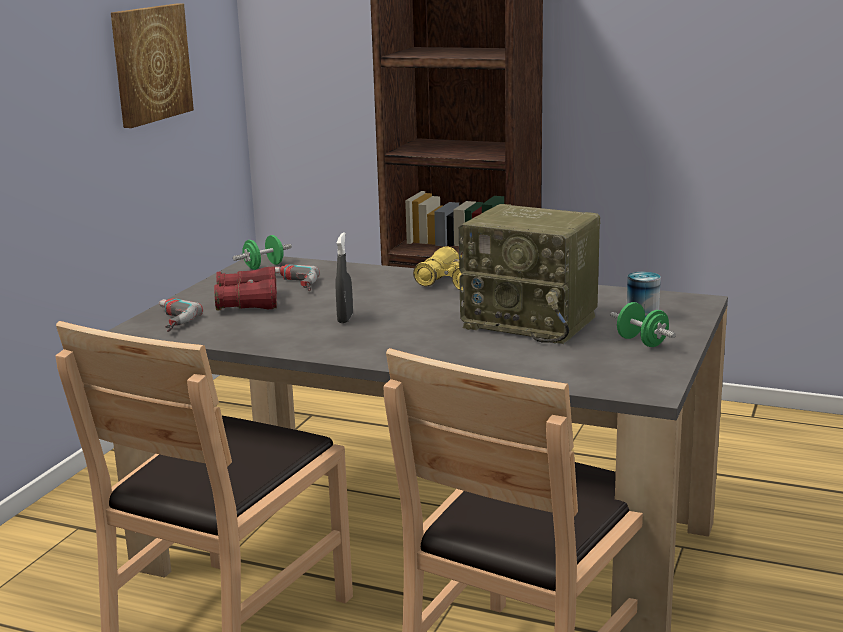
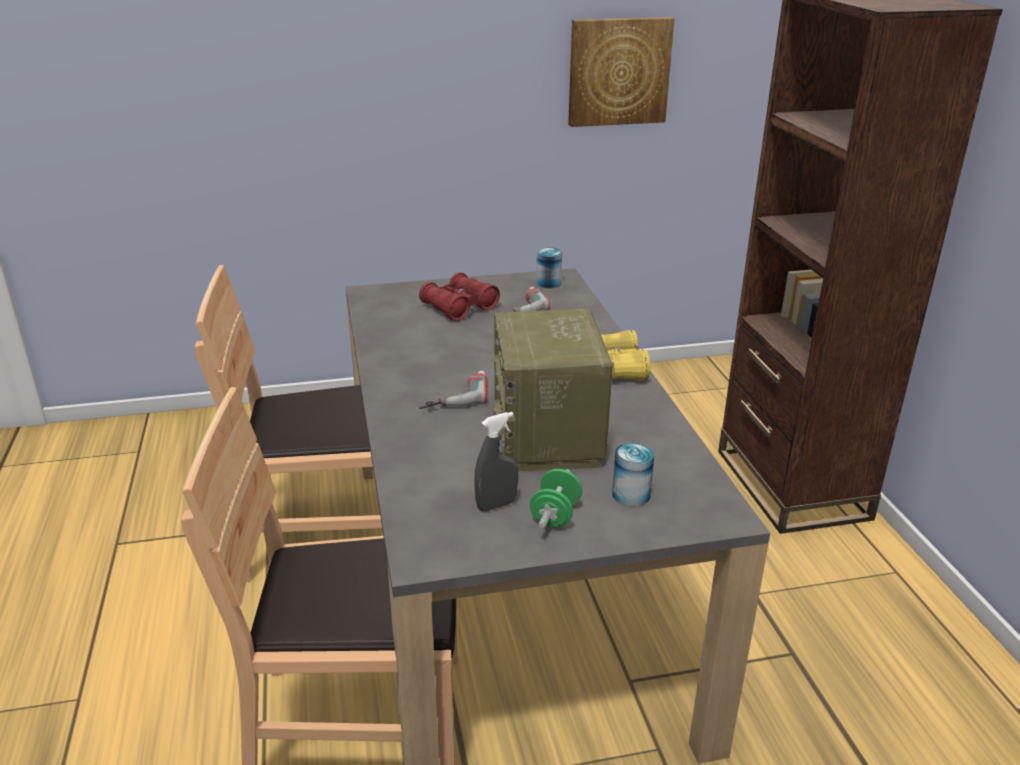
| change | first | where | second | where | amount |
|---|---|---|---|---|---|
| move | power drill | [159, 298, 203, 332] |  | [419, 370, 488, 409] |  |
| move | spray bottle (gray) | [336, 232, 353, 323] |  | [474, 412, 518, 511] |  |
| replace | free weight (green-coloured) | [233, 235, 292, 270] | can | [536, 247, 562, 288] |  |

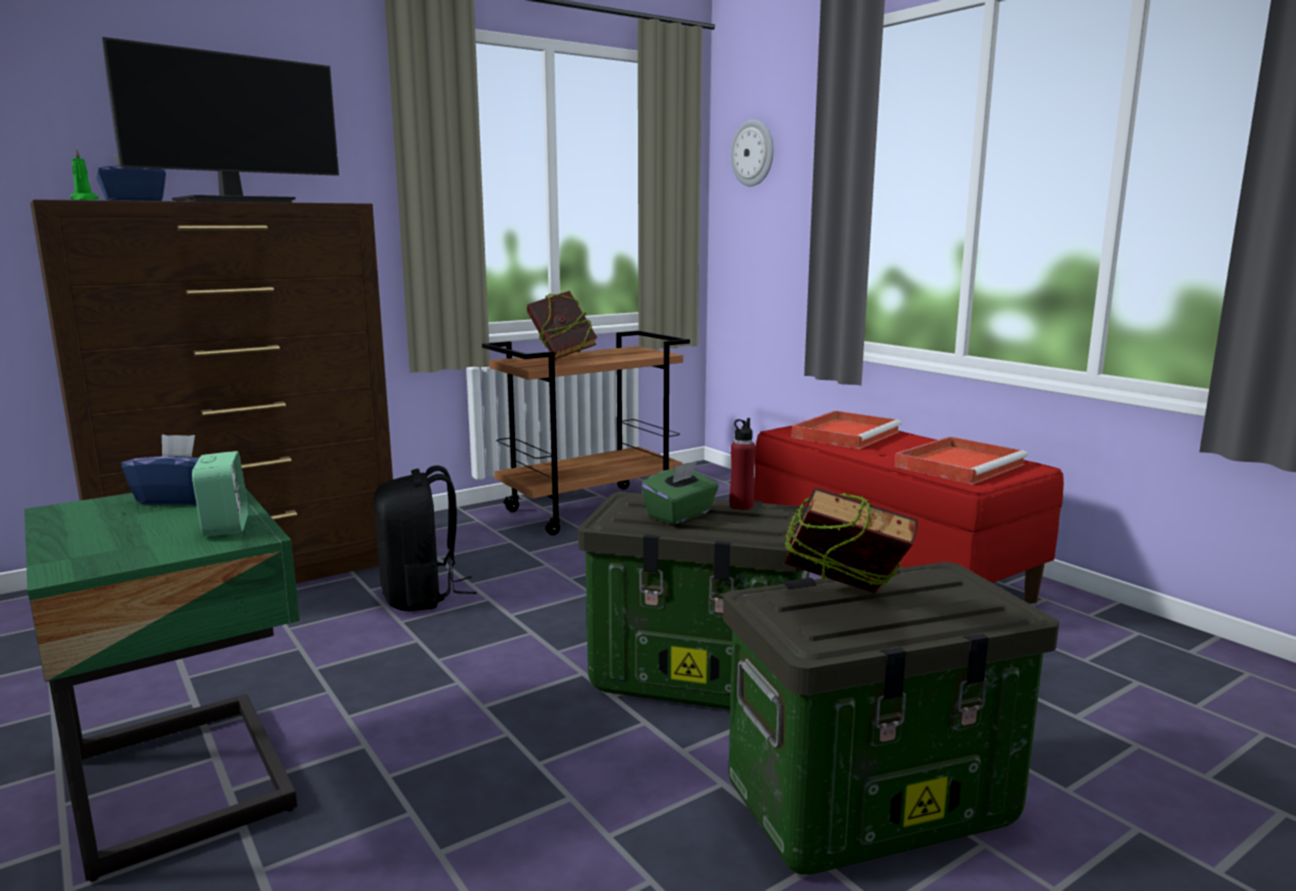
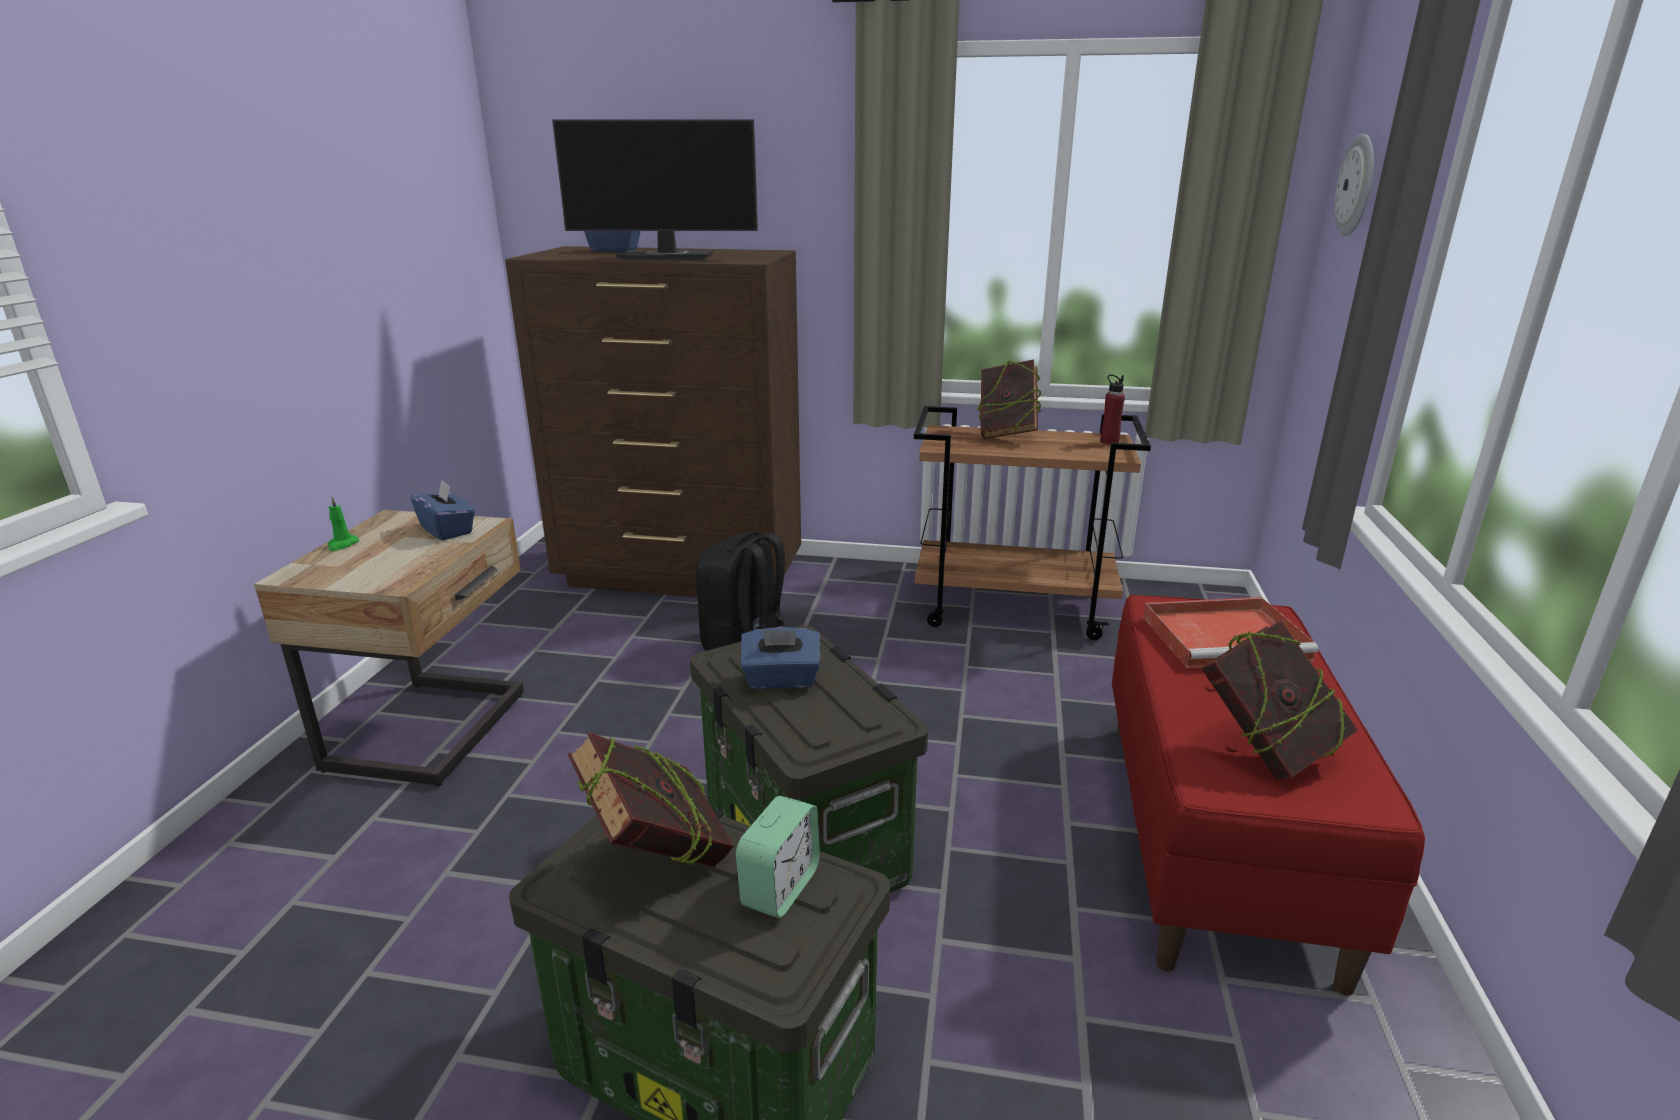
| change | first | where | second | where | amount |
|---|---|---|---|---|---|
| recolor | nightstand (green-coloured) | [24, 488, 300, 882] | nightstand (beige) | [254, 510, 524, 787] |  |
| move | wax candle (green-coloured) | [70, 148, 99, 200] |  | [328, 497, 359, 551] |  |
| move | alarm clock | [192, 451, 248, 536] |  | [736, 796, 820, 918] |  |
| recolor | tissue holder (green-coloured) | [641, 461, 719, 524] | tissue holder (blue) | [741, 627, 820, 689] |  |
| move | drink bottle (red-coloured) | [729, 418, 756, 510] |  | [1100, 374, 1125, 445] |  |
| replace | carrying tray (red-coloured) | [895, 437, 1028, 485] | bound book | [1201, 620, 1358, 780] |  |

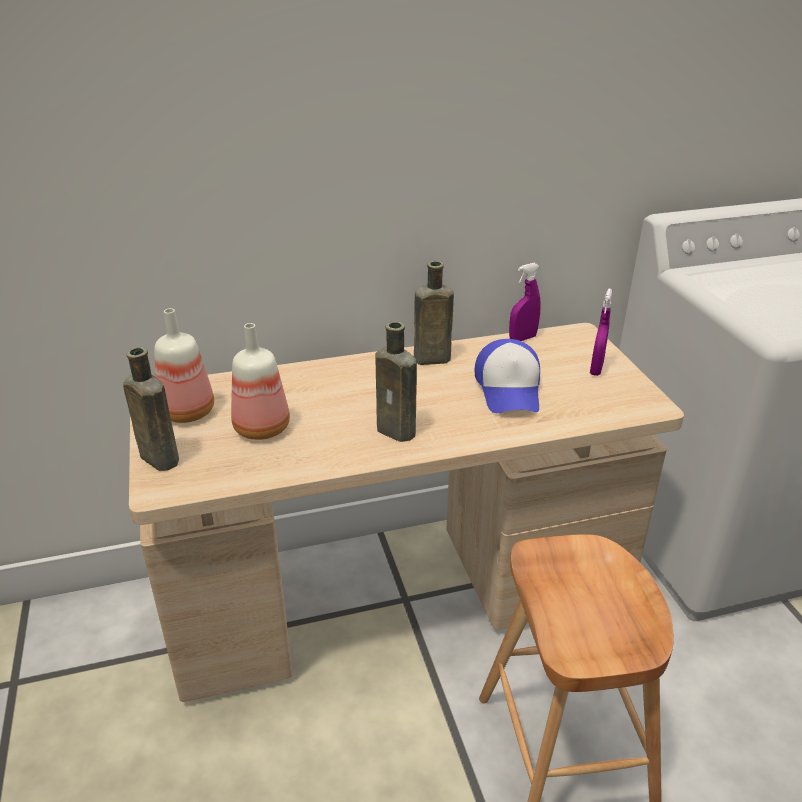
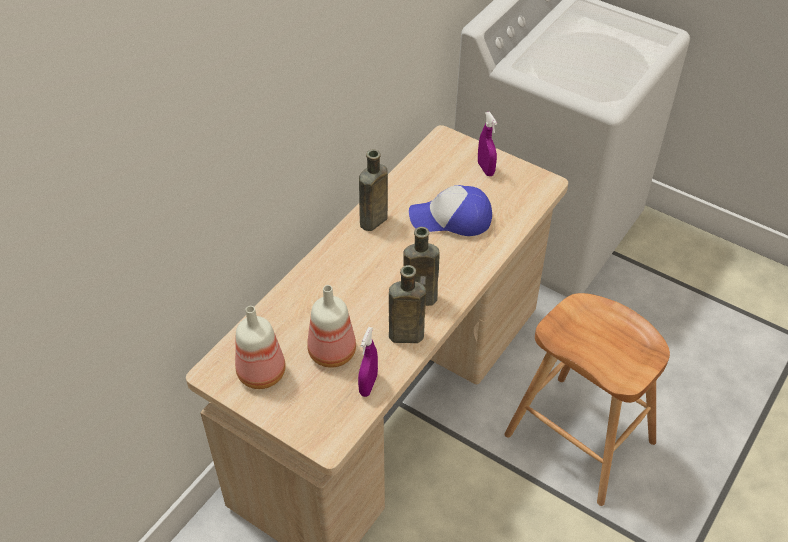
| change | first | where | second | where | amount |
|---|---|---|---|---|---|
| move | spray bottle (purple) | [509, 263, 541, 341] |  | [358, 327, 378, 397] |  |
| move | drink bottle (brownish) | [123, 347, 179, 471] |  | [389, 265, 426, 343] |  |
| rotate | peaked cap | [475, 339, 540, 413] |  | [409, 185, 492, 236] | 135 degrees clockwise |

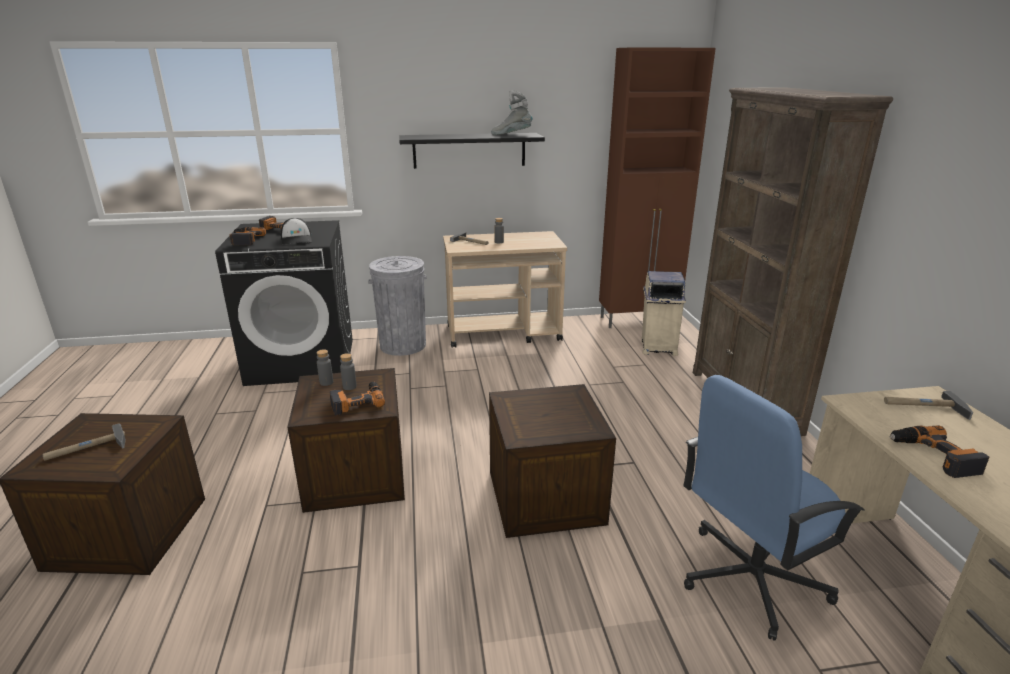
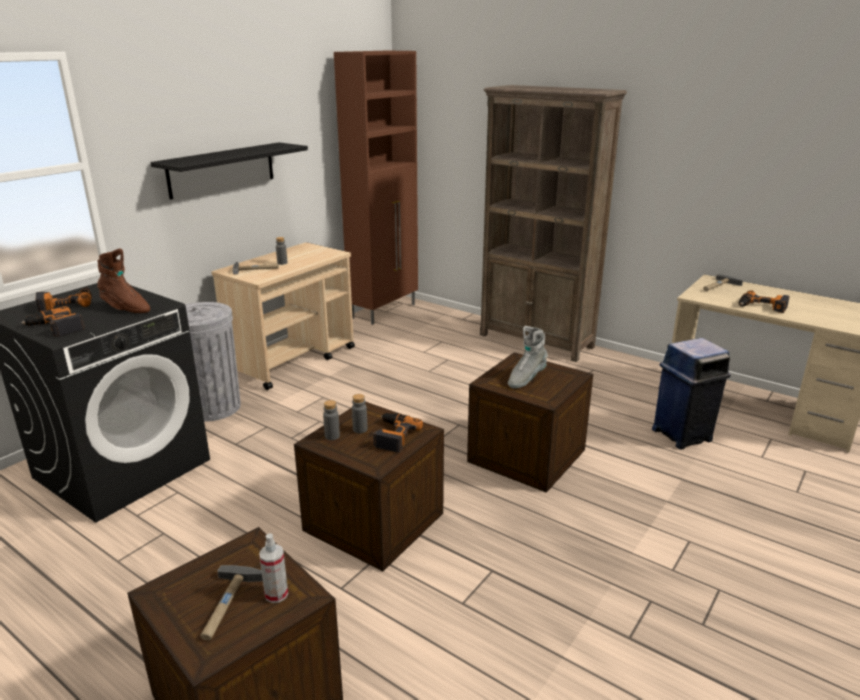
| change | first | where | second | where | amount |
|---|---|---|---|---|---|
| replace | peaked cap | [281, 218, 312, 245] | tall boot (brownish) | [97, 249, 150, 313] |  |
| insert |  |  | spray bottle | [259, 533, 288, 603] |  |
| move | tall boot (gray) | [491, 90, 532, 135] |  | [508, 326, 548, 389] |  |
| replace | desk chair (blue) | [683, 375, 865, 641] | trash can (blue) | [652, 338, 731, 450] |  |
| delete | trash can (beige) | [641, 271, 686, 356] |  |  |  |

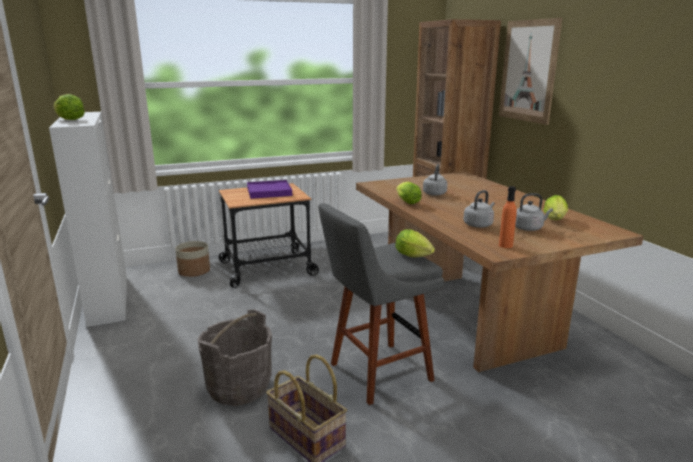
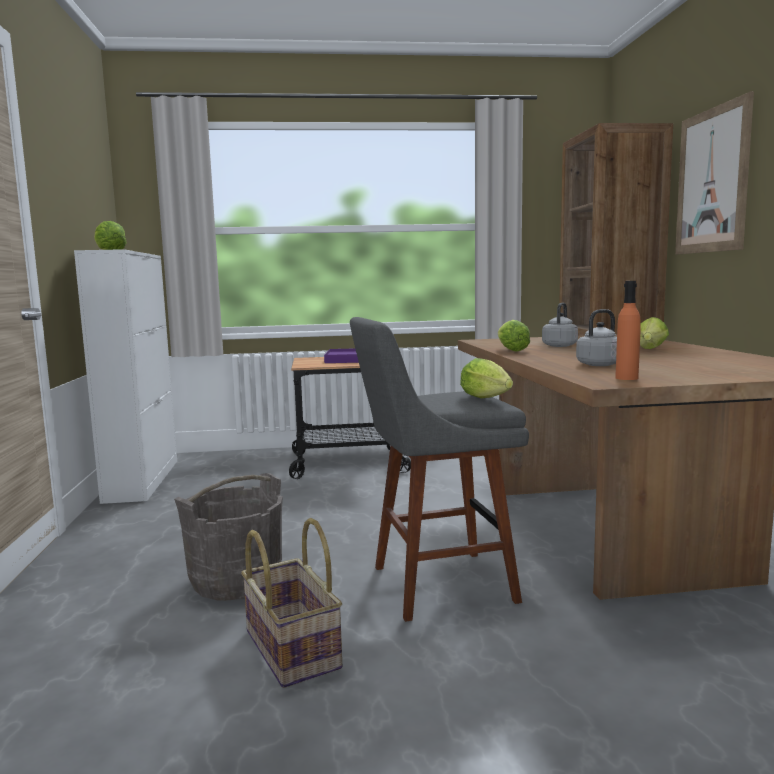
| change | first | where | second | where | amount |
|---|---|---|---|---|---|
| move | lettuce | [543, 195, 568, 220] |  | [640, 317, 669, 349] |  |
| delete | planter | [175, 241, 210, 277] |  |  |  |
| delete | water kettle (gray) | [515, 193, 553, 231] |  |  |  |

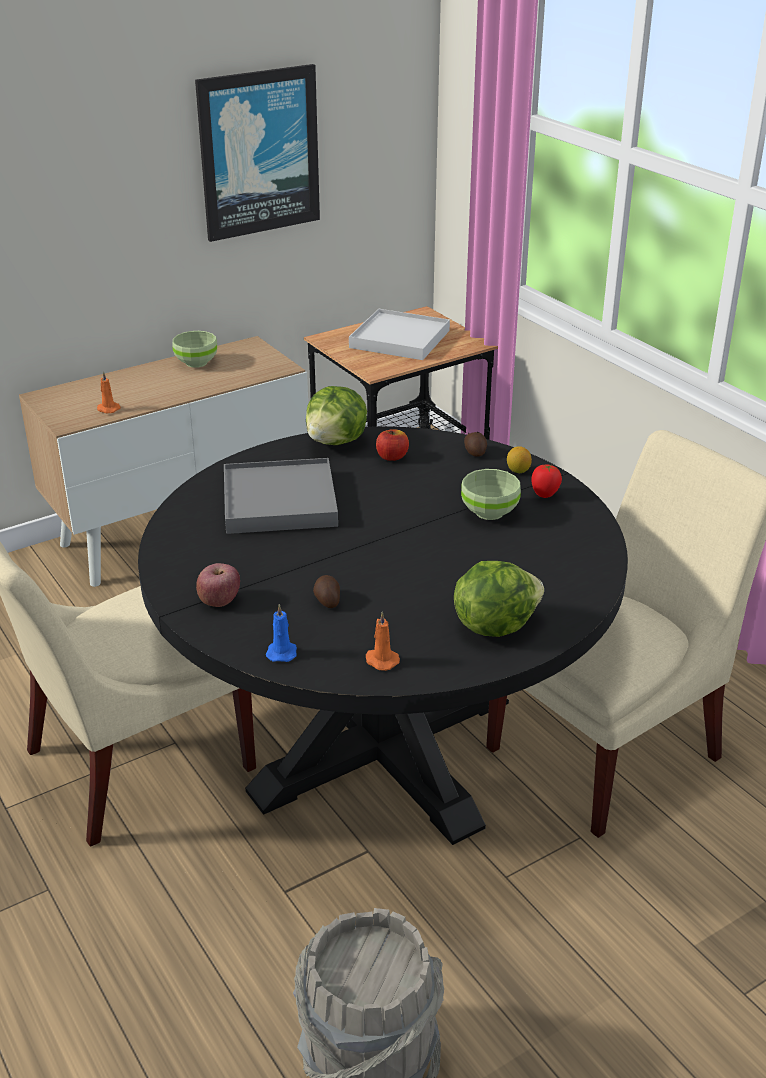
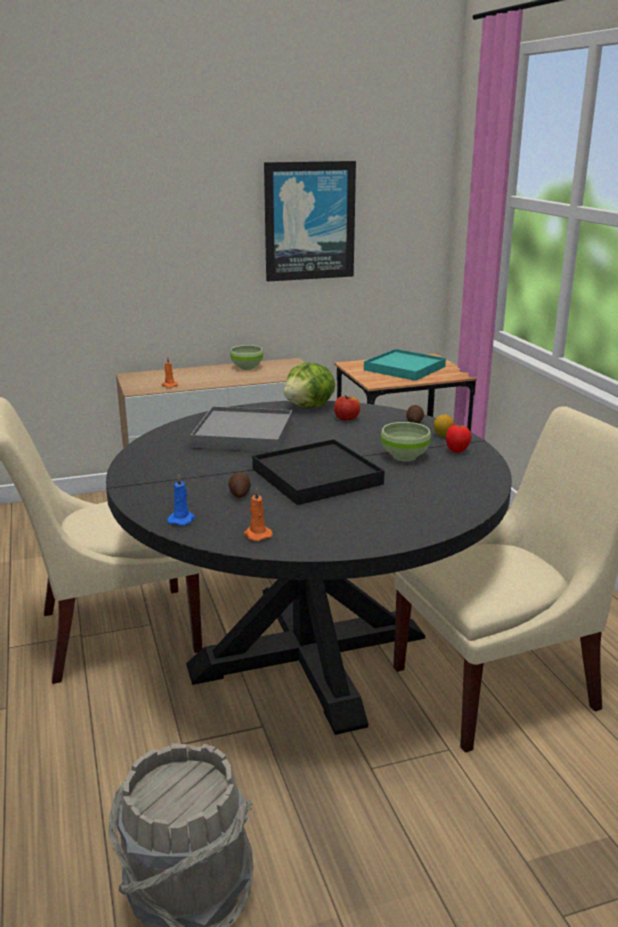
| change | first | where | second | where | amount |
|---|---|---|---|---|---|
| insert |  |  | carrying tray (blackish) | [252, 439, 385, 505] |  |
| recolor | carrying tray (whitish) | [349, 309, 450, 360] | carrying tray (turquoise) | [364, 349, 446, 381] |  |
| delete | apple fruit | [196, 563, 240, 607] |  |  |  |
| delete | lettuce | [454, 561, 544, 637] |  |  |  |

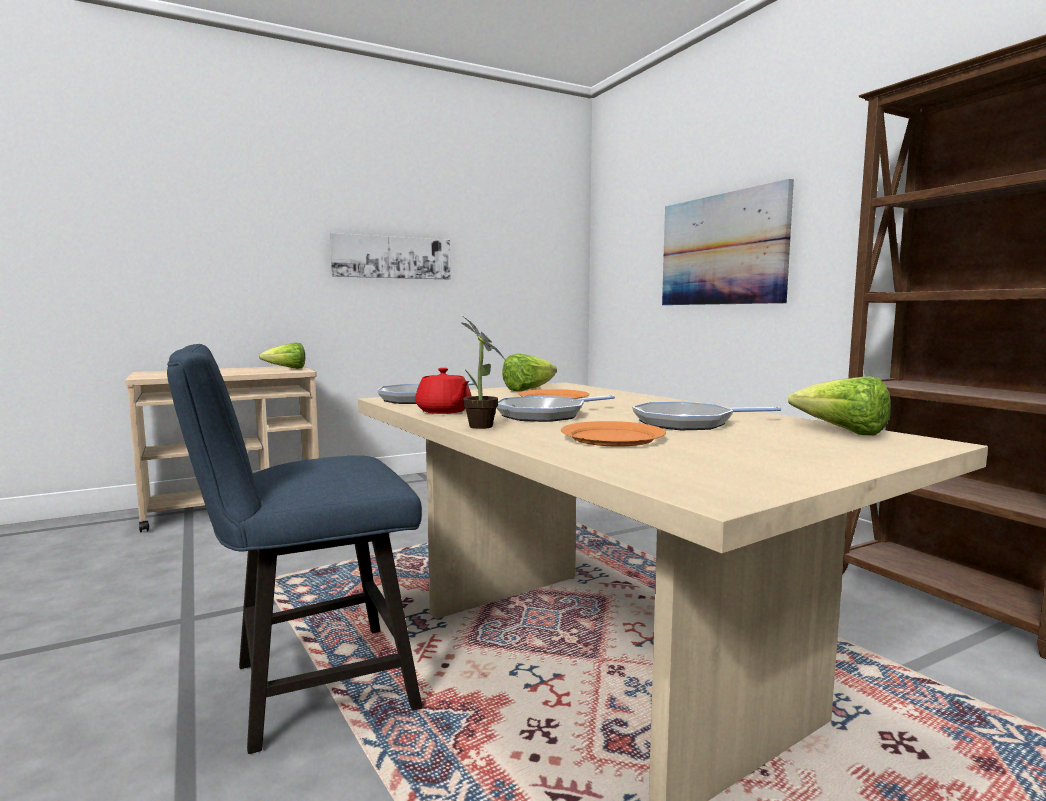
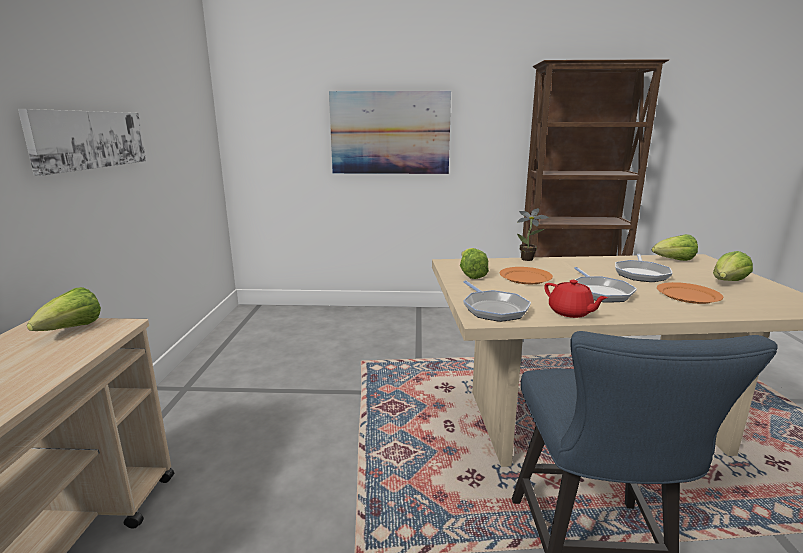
| change | first | where | second | where | amount |
|---|---|---|---|---|---|
| move | plant in a pot | [462, 316, 507, 429] |  | [517, 208, 549, 261] |  |
| rotate | pot for tea (red-coloured) | [415, 368, 471, 414] |  | [544, 280, 608, 318] | 60 degrees clockwise |
| insert |  |  | lettuce | [713, 251, 753, 281] |  |

